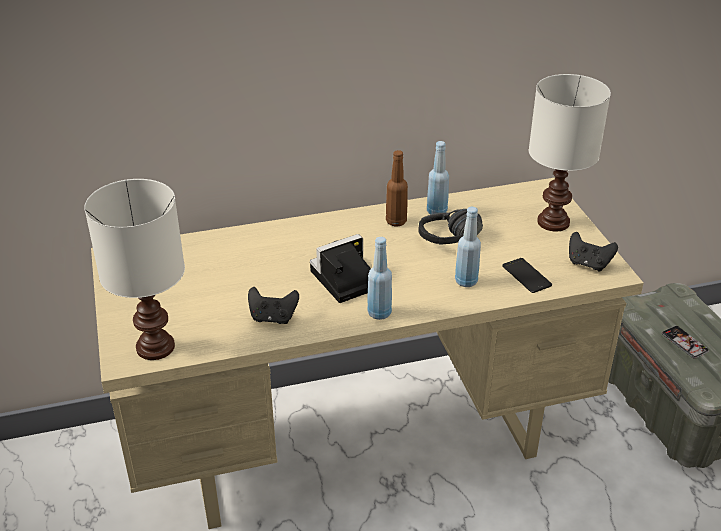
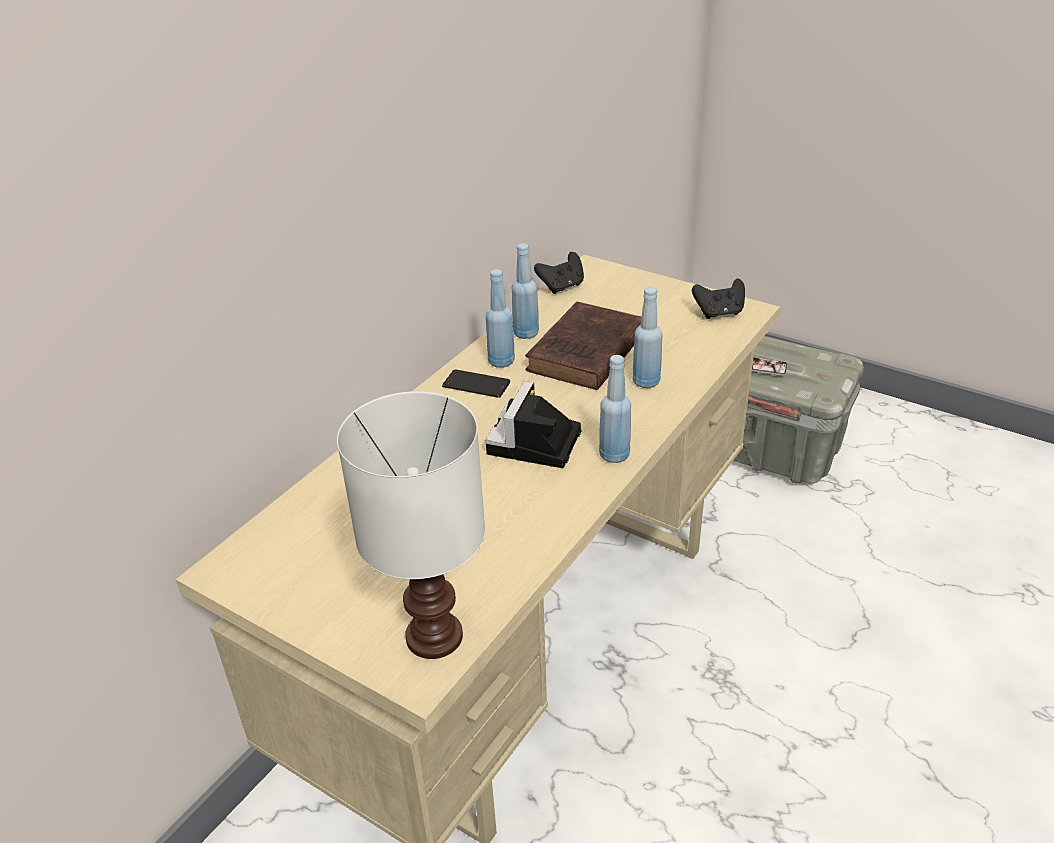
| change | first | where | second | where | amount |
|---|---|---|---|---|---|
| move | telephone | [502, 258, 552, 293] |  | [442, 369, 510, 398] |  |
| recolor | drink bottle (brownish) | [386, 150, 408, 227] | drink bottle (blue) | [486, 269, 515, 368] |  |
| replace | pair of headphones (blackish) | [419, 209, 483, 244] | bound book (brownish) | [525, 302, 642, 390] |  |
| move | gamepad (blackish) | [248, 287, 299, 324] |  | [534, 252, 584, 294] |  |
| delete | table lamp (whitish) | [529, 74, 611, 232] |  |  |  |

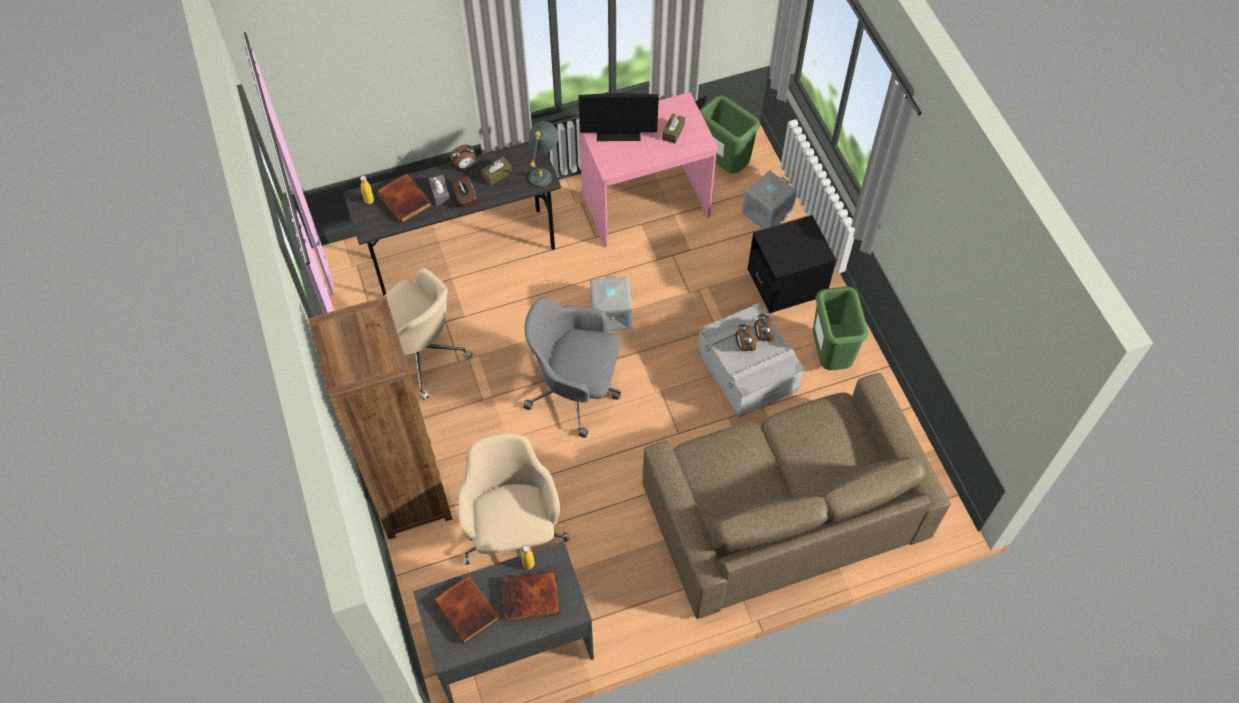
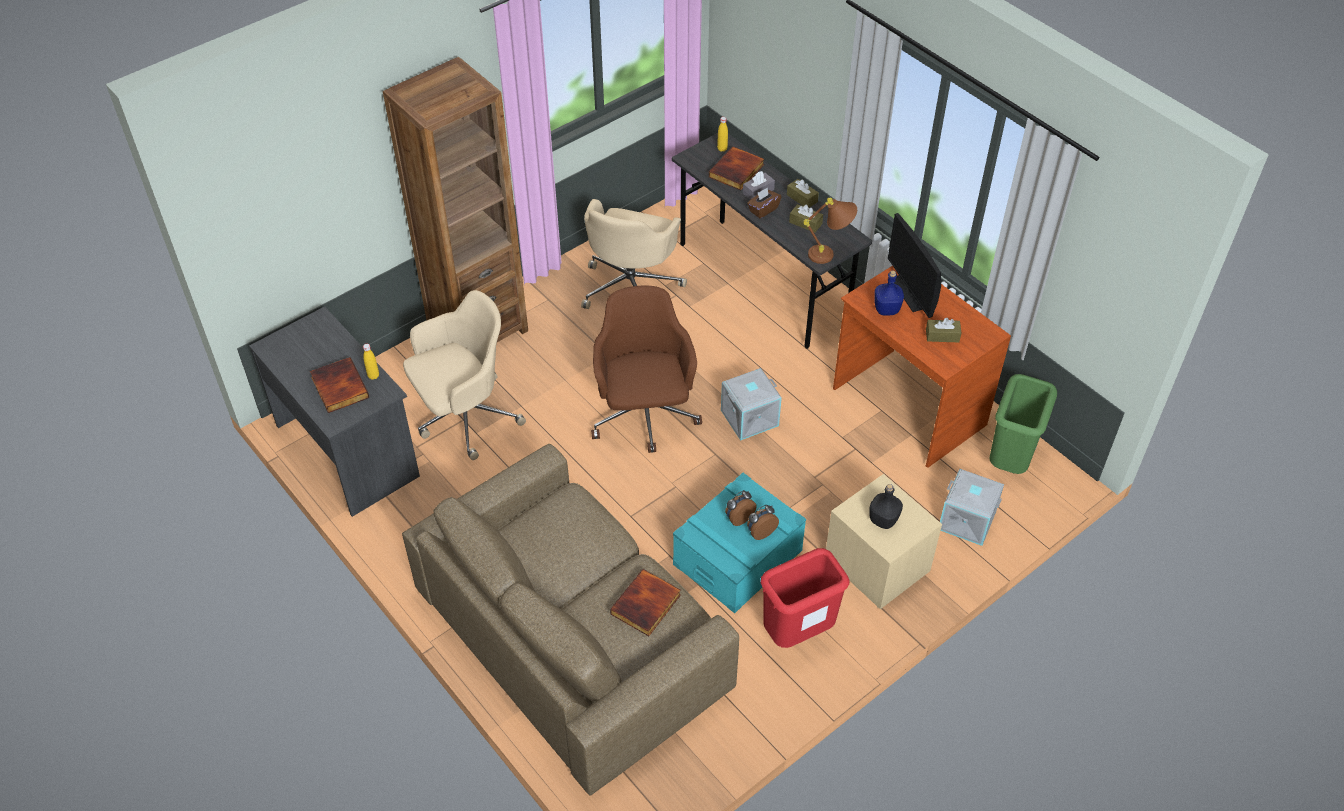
| change | first | where | second | where | amount |
|---|---|---|---|---|---|
| recolor | desk chair (gray) | [523, 297, 621, 438] | desk chair (brownish) | [591, 286, 702, 453] |  |
| move | bound book | [434, 575, 499, 644] |  | [610, 569, 681, 636] |  |
| recolor | storage box (gray) | [697, 302, 805, 418] | storage box (turquoise) | [673, 473, 806, 613] |  |
| recolor | trash can (green-coloured) | [813, 287, 868, 370] | trash can (red-coloured) | [760, 548, 849, 648] |  |
| replace | alarm clock | [450, 144, 476, 170] | tissue holder (brownish) | [787, 179, 819, 208] |  |
| recolor | table lamp (gray) | [528, 121, 558, 187] | table lamp (brownish) | [803, 198, 857, 264] |  |
| recolor | nightstand (blackish) | [747, 215, 836, 313] | nightstand (beige) | [826, 474, 942, 609] |  |
| recolor | desk (pink-coloured) | [578, 92, 718, 247] | desk (brownish) | [833, 266, 1011, 468] |  |
| insert |  |  | drink bottle (blackish) | [869, 484, 903, 529] |  |
| insert |  |  | drink bottle (blue) | [874, 270, 904, 316] |  |

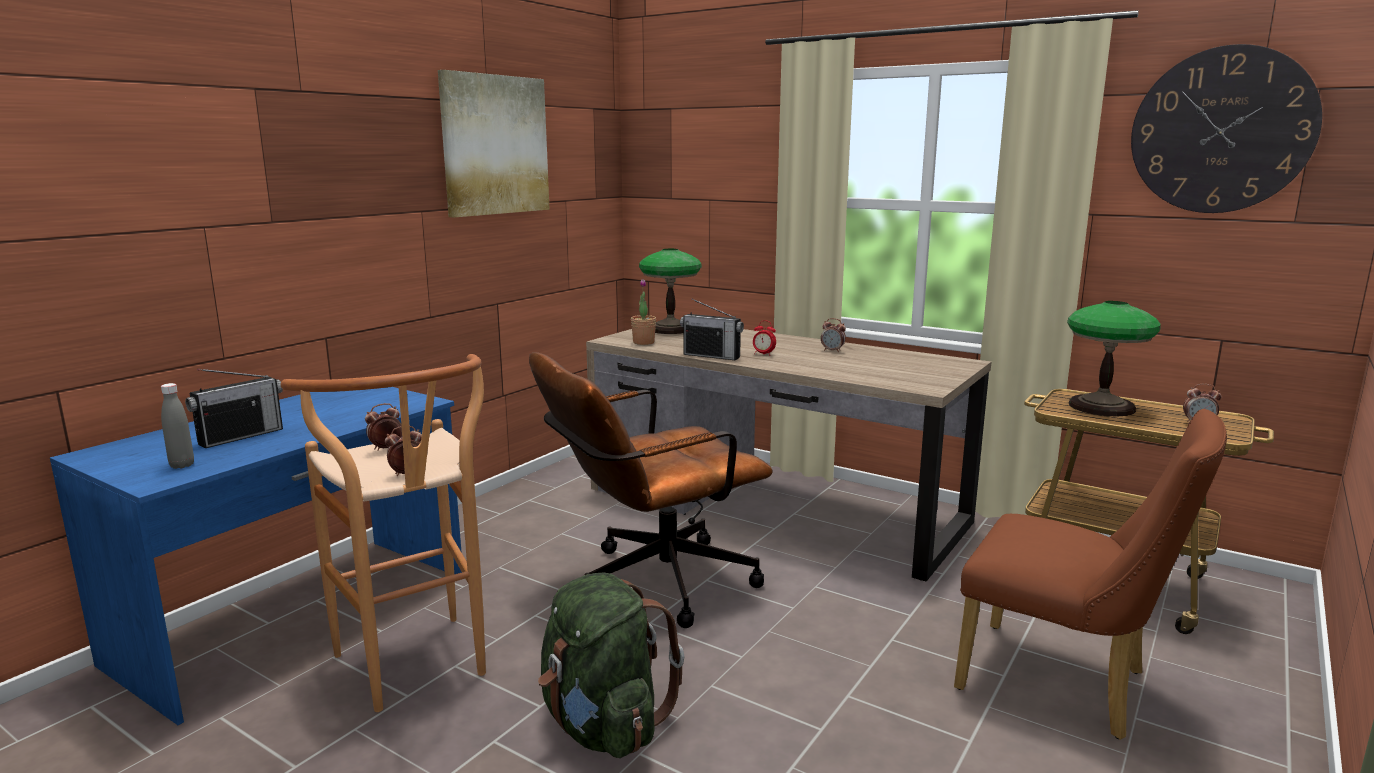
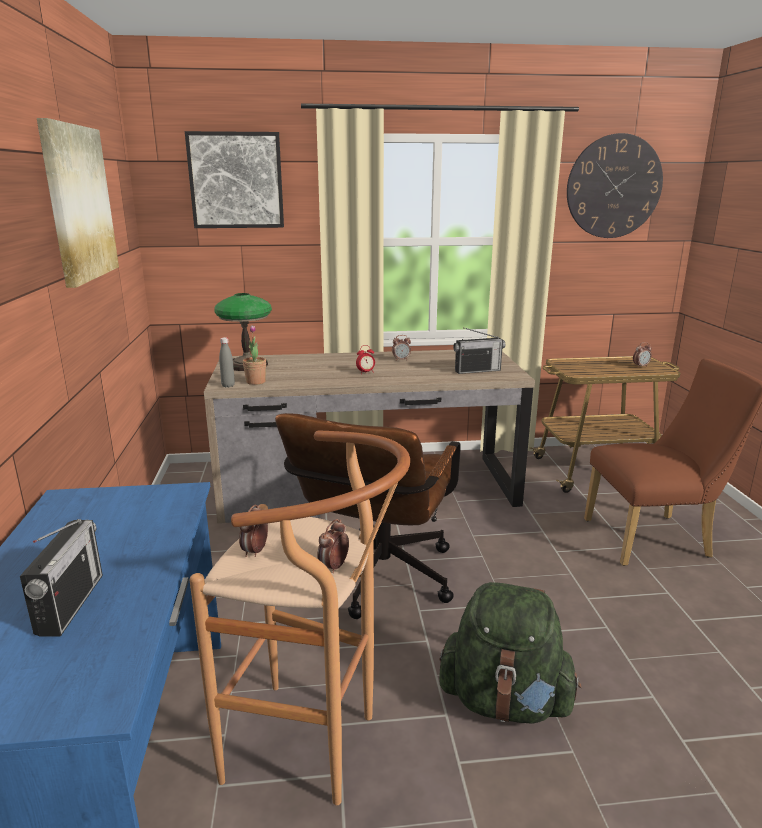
| change | first | where | second | where | amount |
|---|---|---|---|---|---|
| insert |  |  | wall picture | [185, 131, 284, 228] |  |
| move | drink bottle (gray) | [161, 383, 194, 469] |  | [219, 337, 235, 387] |  |
| move | radio | [680, 298, 744, 360] |  | [453, 327, 505, 374] |  |
| delete | table lamp | [1067, 301, 1161, 417] |  |  |  |

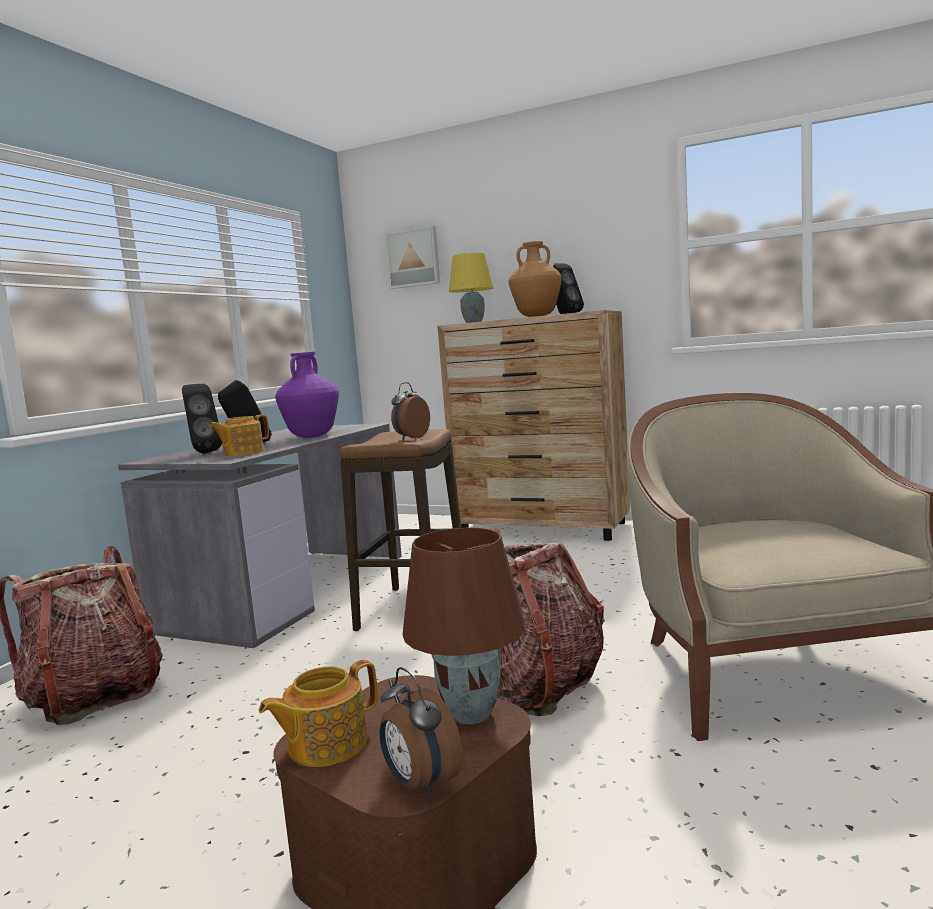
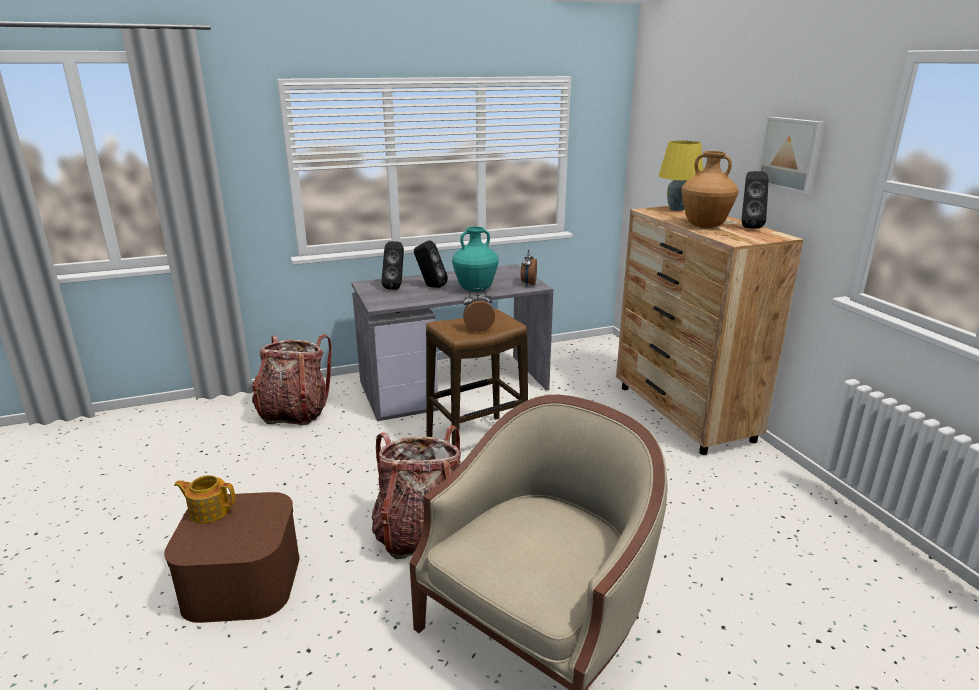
| change | first | where | second | where | amount |
|---|---|---|---|---|---|
| recolor | vase (purple) | [275, 352, 339, 438] | vase (turquoise) | [452, 226, 499, 292] |  |
| move | alarm clock | [380, 667, 463, 797] |  | [521, 250, 537, 286] |  |
| move | wall picture | [384, 226, 440, 289] |  | [759, 117, 825, 194] |  |
| delete | pot for tea | [209, 415, 269, 456] |  |  |  |
| delete | table lamp (brownish) | [402, 528, 525, 724] |  |  |  |

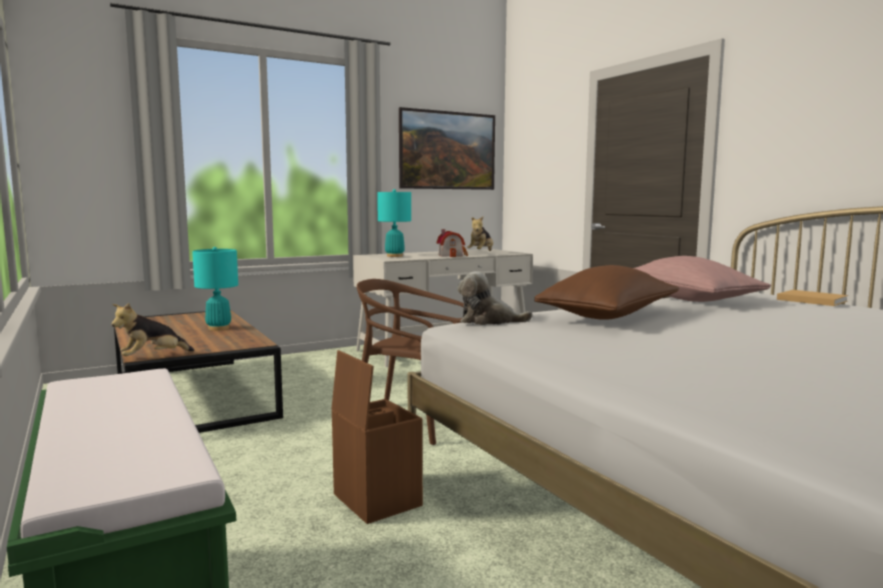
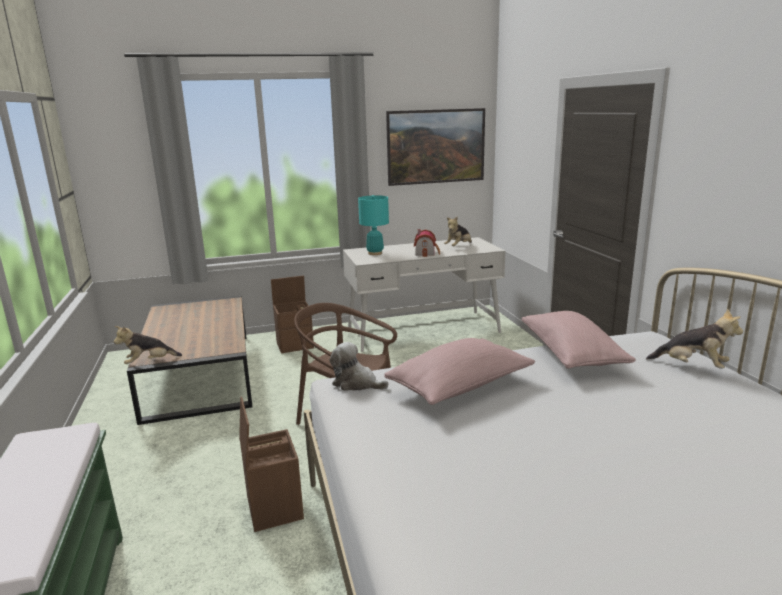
| change | first | where | second | where | amount |
|---|---|---|---|---|---|
| insert |  |  | storage box (brownish) | [271, 275, 314, 353] |  |
| recolor | pillow (brownish) | [534, 265, 679, 320] | pillow (pink-coloured) | [384, 338, 535, 405] |  |
| replace | bound book (beige) | [777, 290, 848, 306] | plush toy | [646, 308, 743, 369] |  |
| delete | table lamp (turquoise) | [192, 247, 238, 331] |  |  |  |

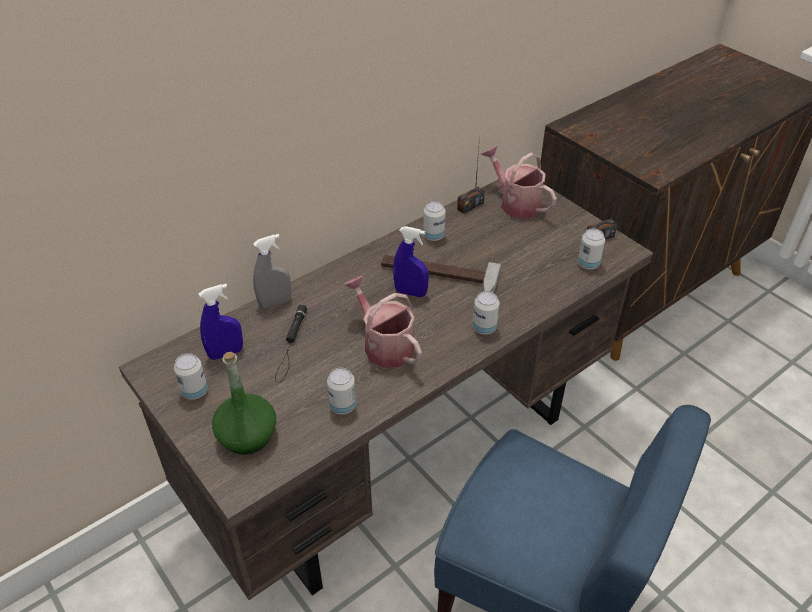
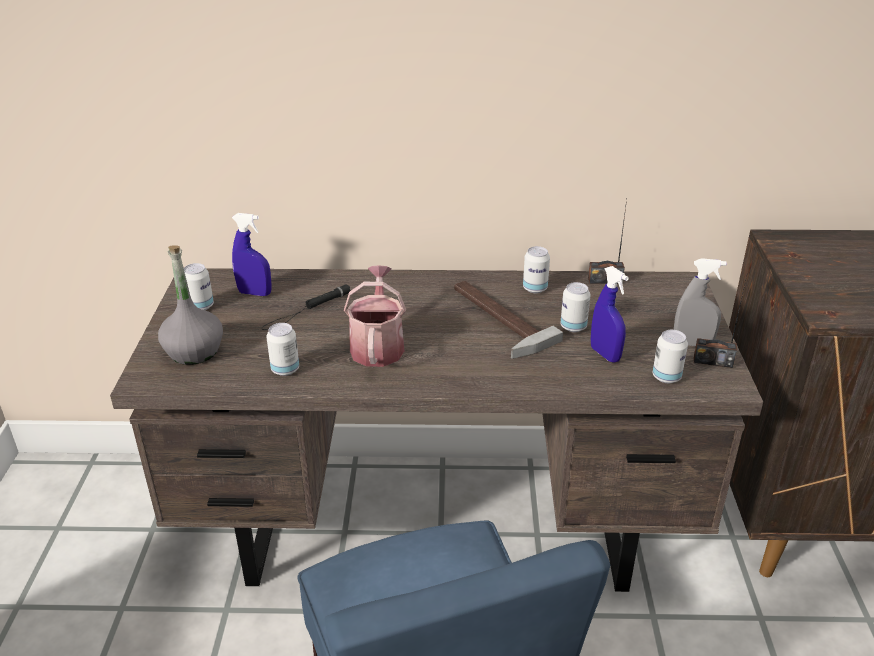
| change | first | where | second | where | amount |
|---|---|---|---|---|---|
| recolor | drink bottle (green-coloured) | [212, 352, 276, 454] | drink bottle (gray) | [158, 245, 223, 365] |  |
| move | can | [473, 291, 499, 335] |  | [561, 282, 590, 332] |  |
| move | spray bottle (blue) | [393, 226, 429, 297] |  | [591, 266, 629, 363] |  |
| move | spray bottle (gray) | [253, 234, 291, 309] |  | [674, 258, 727, 346] |  |
| delete | watering can | [481, 146, 557, 218] |  |  |  |

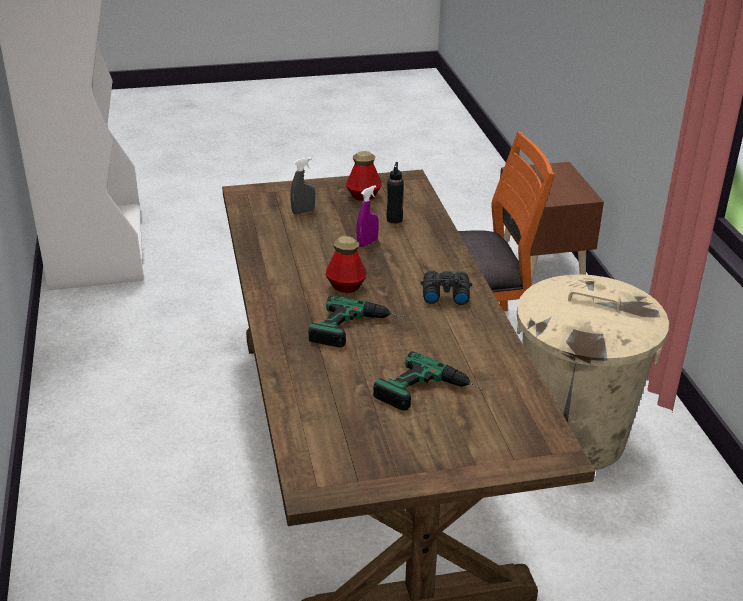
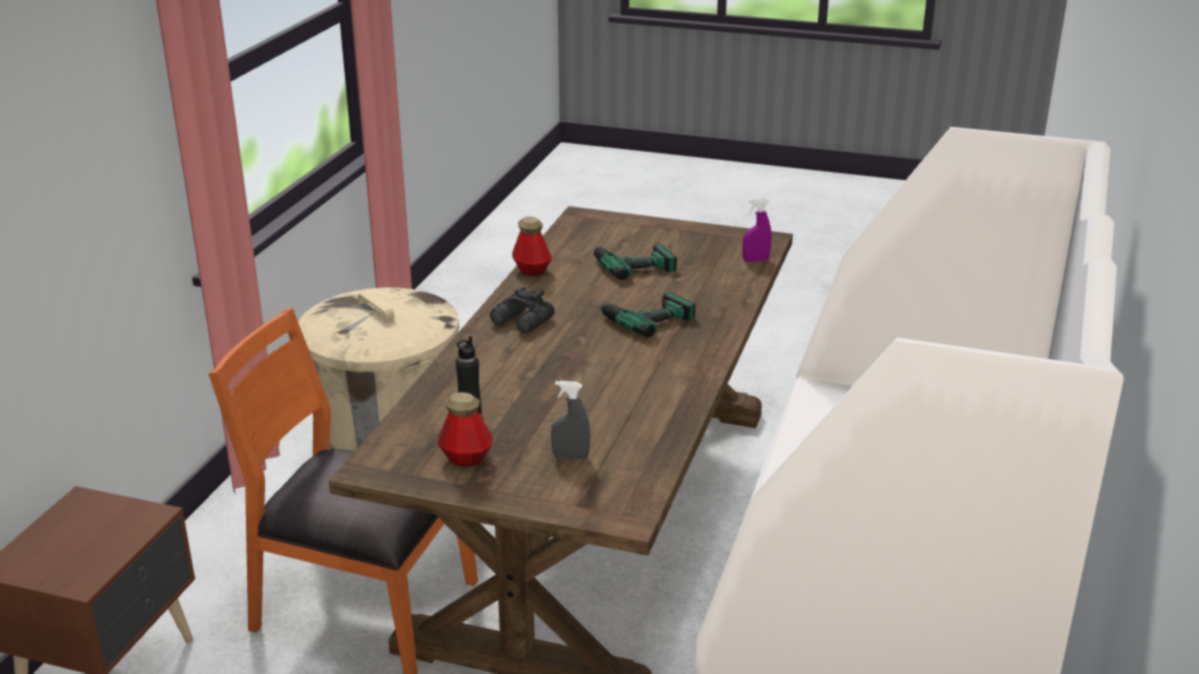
| change | first | where | second | where | amount |
|---|---|---|---|---|---|
| move | drink bottle | [325, 236, 366, 293] |  | [512, 216, 552, 276] |  |
| move | spray bottle (purple) | [356, 185, 379, 247] |  | [742, 198, 771, 262] |  |

